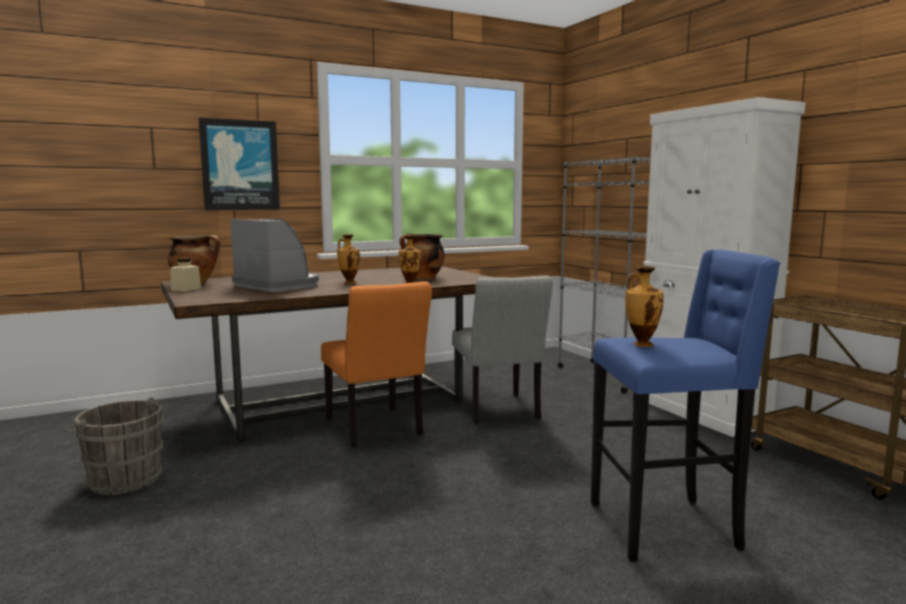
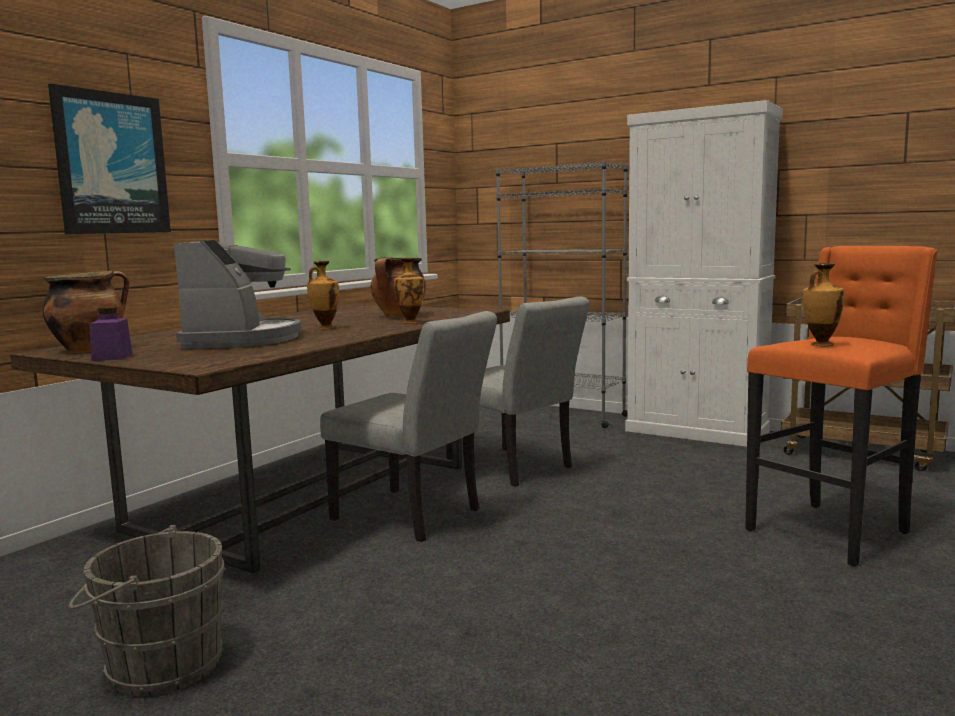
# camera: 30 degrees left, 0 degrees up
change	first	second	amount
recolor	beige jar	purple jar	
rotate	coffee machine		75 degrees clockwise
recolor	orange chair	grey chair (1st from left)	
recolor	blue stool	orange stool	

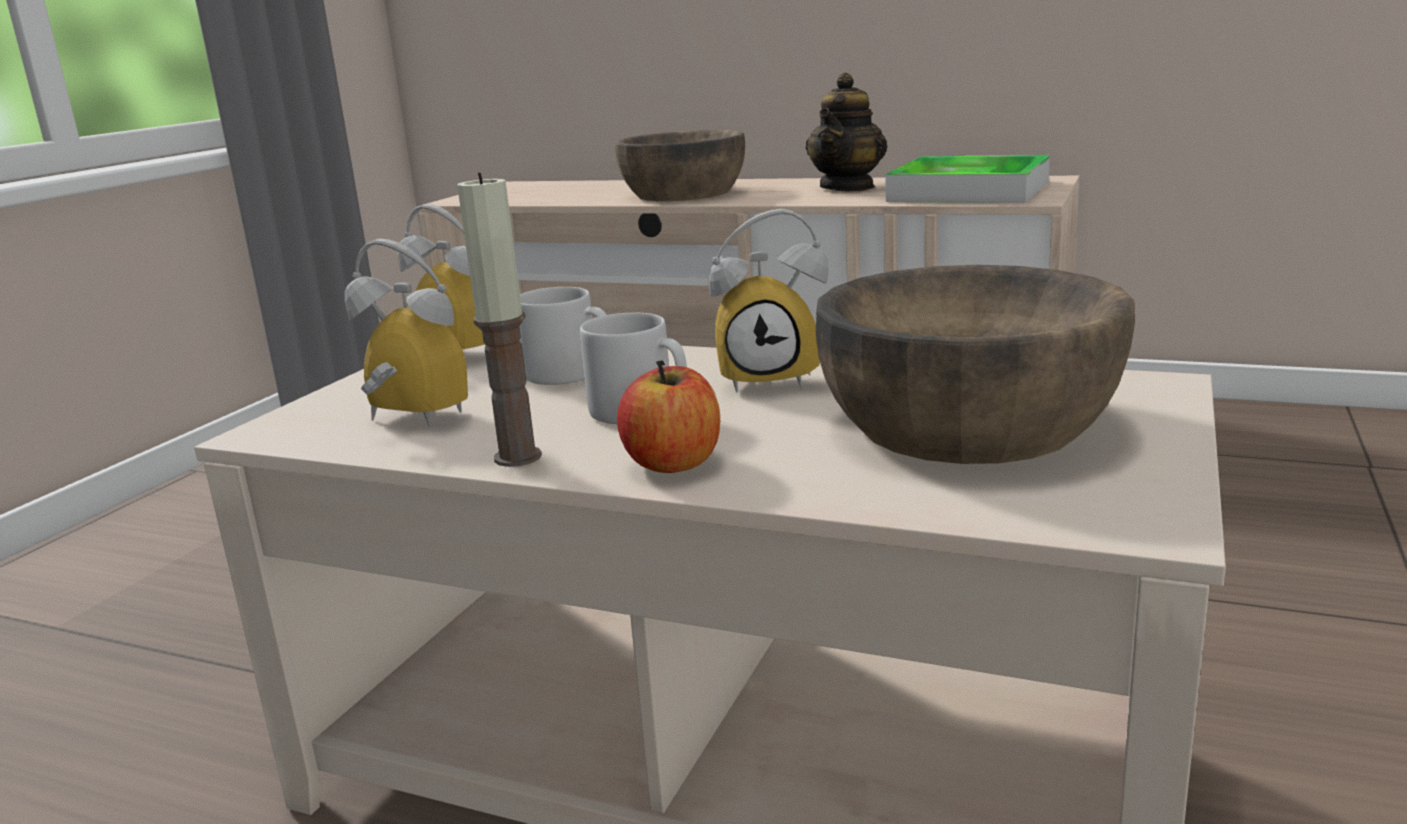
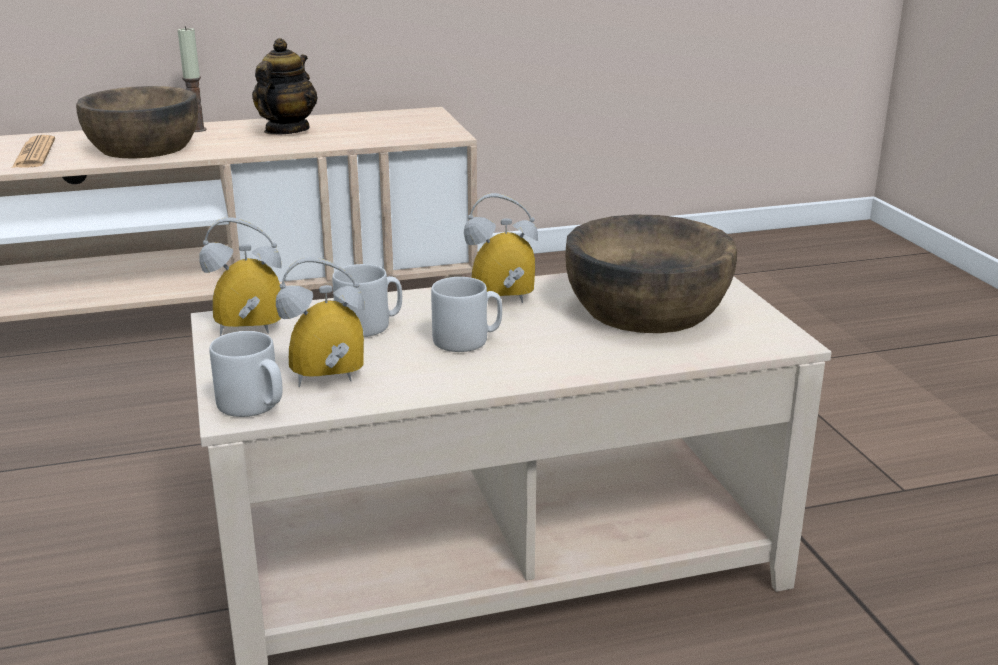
# camera: 40 degrees left, 5 degrees up
change	first	second	amount
move	candle		
delete	apple		
rotate	alarm clock (3rd from left)		150 degrees counterclockwise
rotate	teapot		150 degrees counterclockwise
delete	tray		
insert		newspaper	
insert		grey mug (1st from left)	

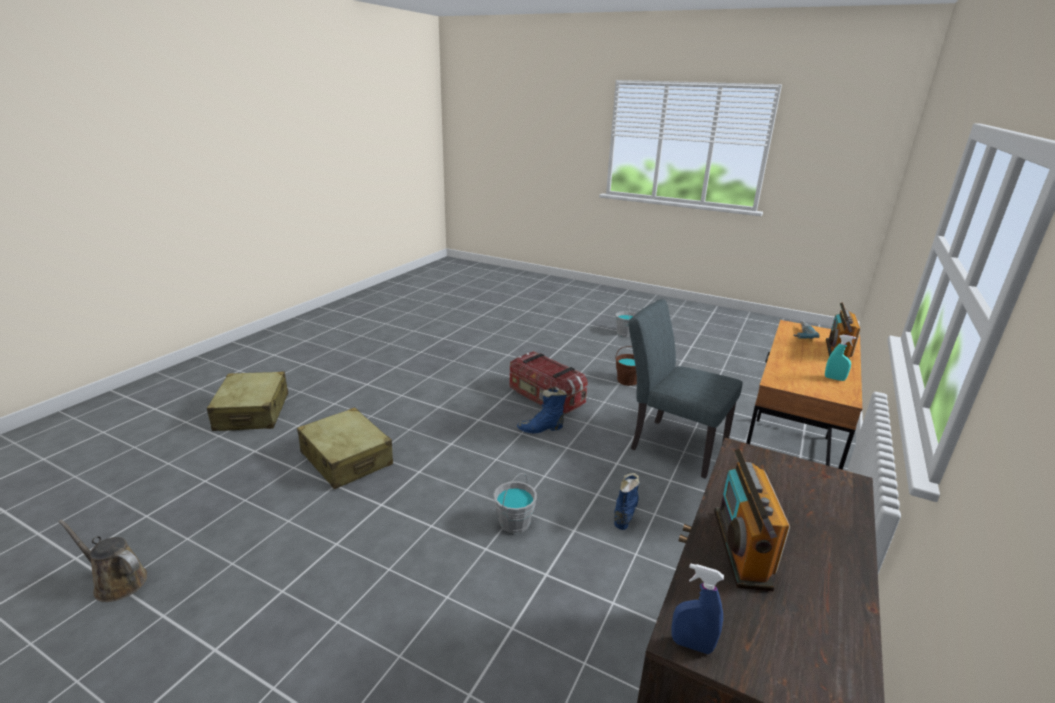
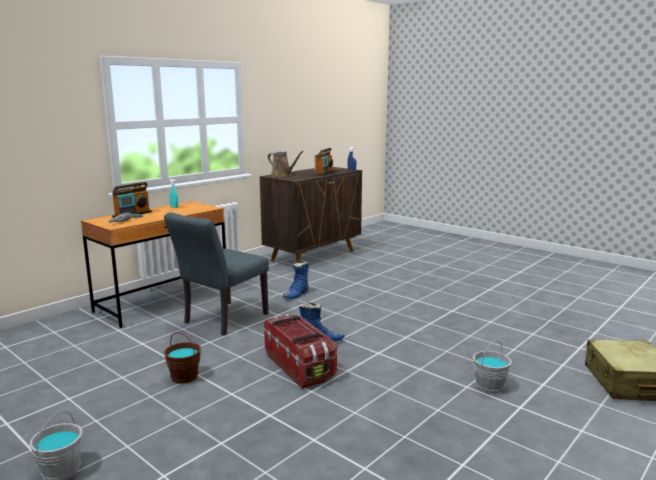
# camera: 165 degrees left, 10 degrees down
change	first	second	amount
move	brown watering can		
delete	beige suitcase (2nd from left)		
move	grey bucket (1st from left in the first image)	grey bucket (2nd from left)	
rotate	grey chair		75 degrees clockwise

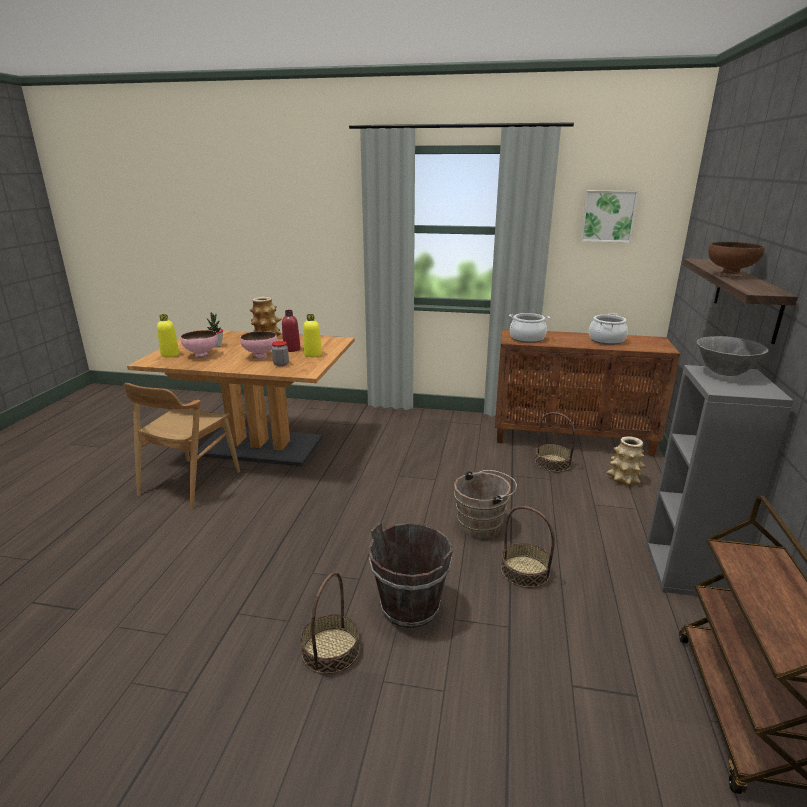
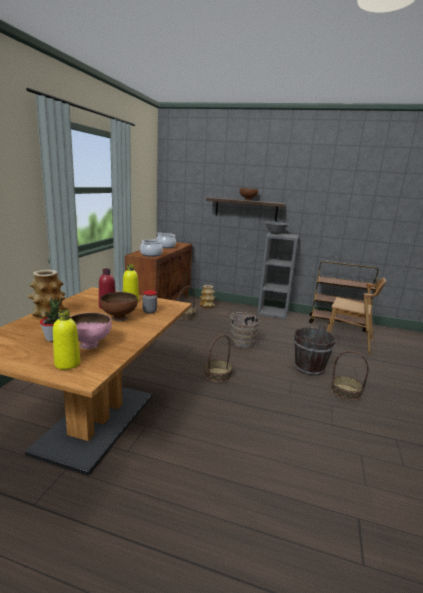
# camera: 85 degrees left, 5 degrees down
change	first	second	amount
move	brown chair		
recolor	pink bowl (2nd from left)	brown bowl (1st from left)	
move	basket (2nd from left)		
delete	picture		

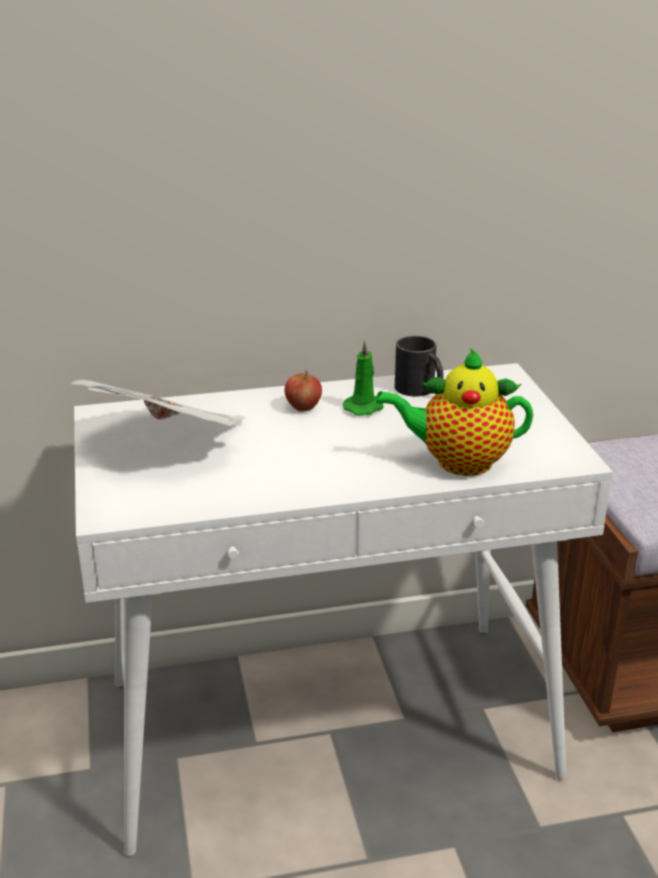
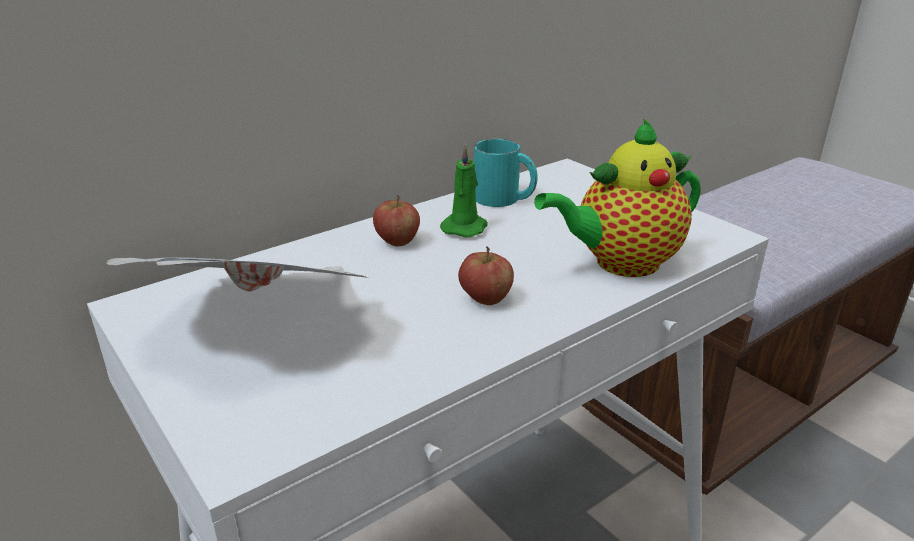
# camera: 25 degrees left, 0 degrees up
change	first	second	amount
recolor	black mug	turquoise mug	
insert		apple (2nd from left)	

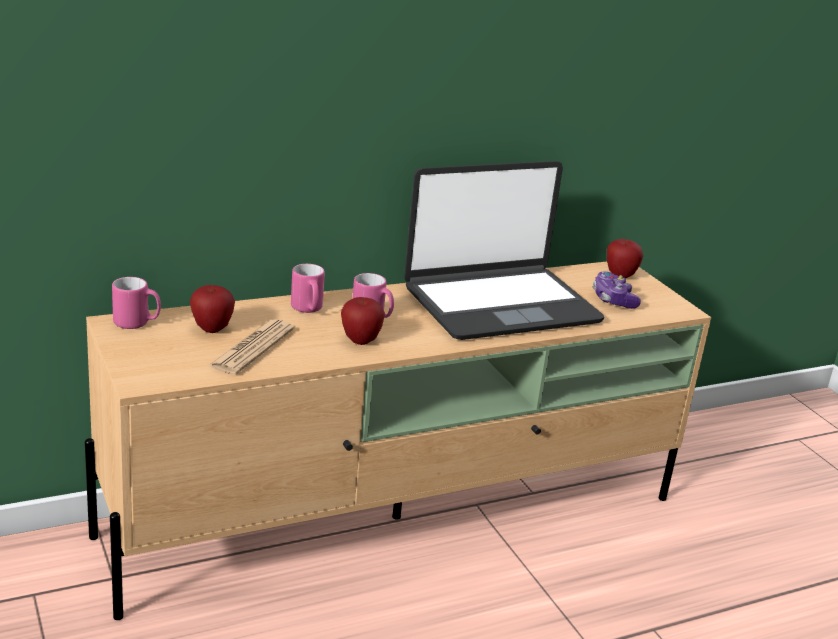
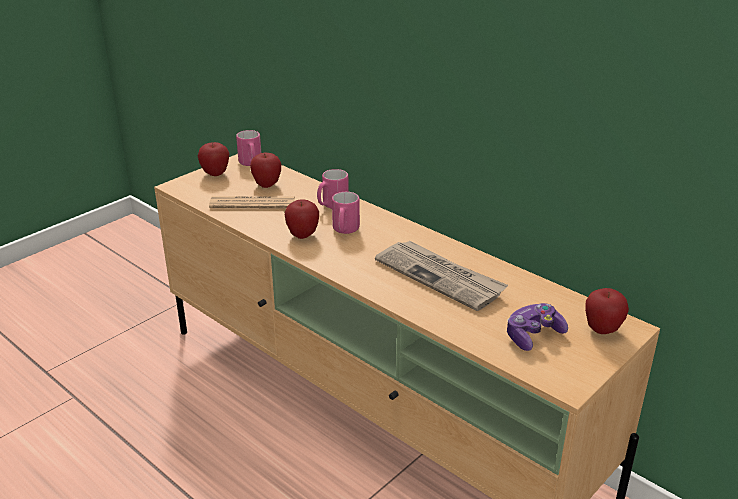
# camera: 70 degrees right, 5 degrees up
change	first	second	amount
replace	laptop	newspaper (2nd from left)	
insert		apple (1st from left)	

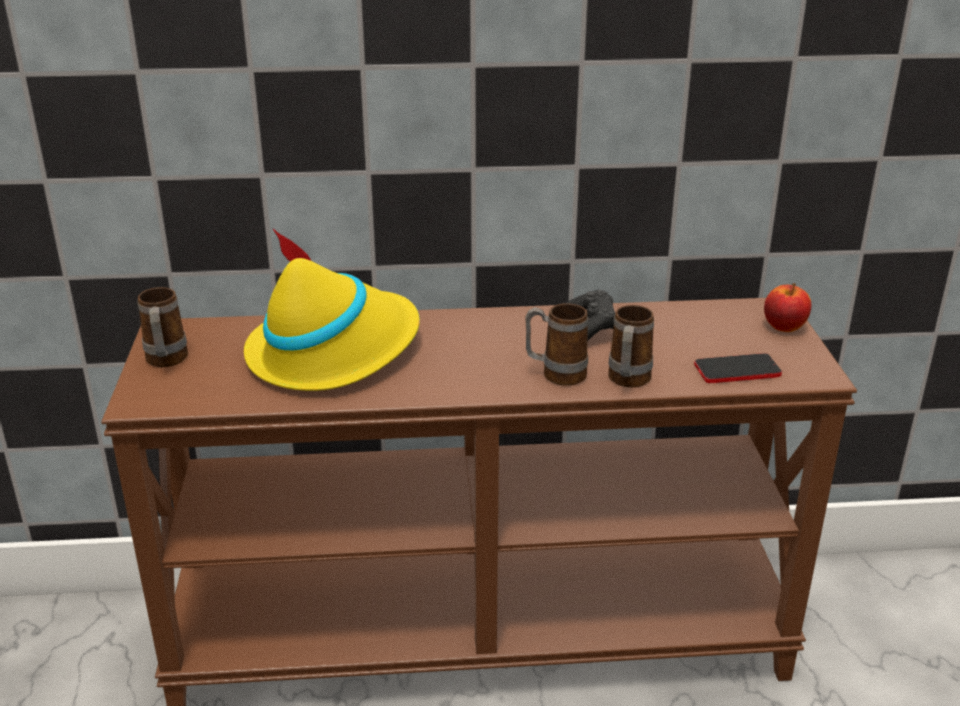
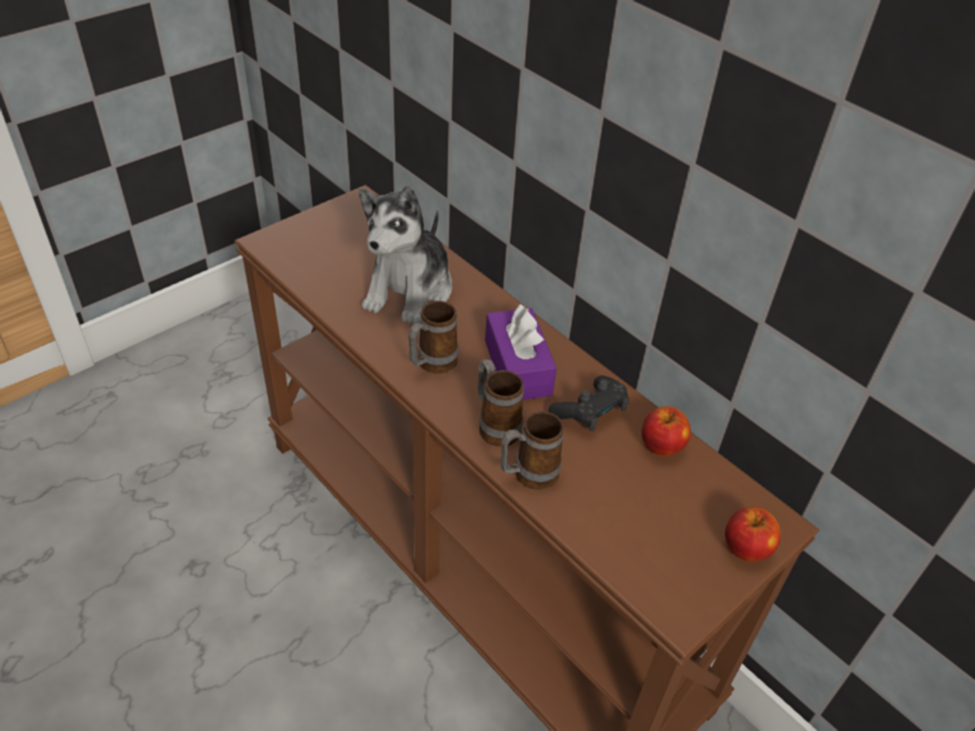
# camera: 50 degrees right, 15 degrees up
change	first	second	amount
move	mug (1st from left)		
replace	yellow hat	plush toy	
delete	phone		
insert		purple tissue box	
insert		apple (1st from left)	

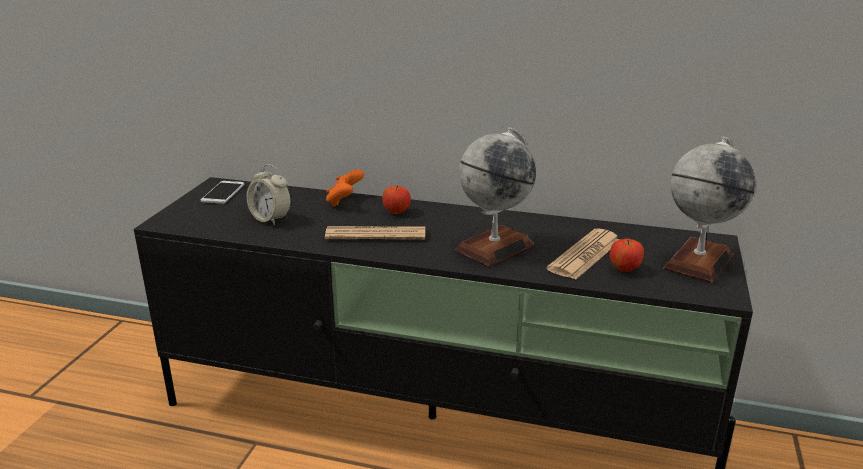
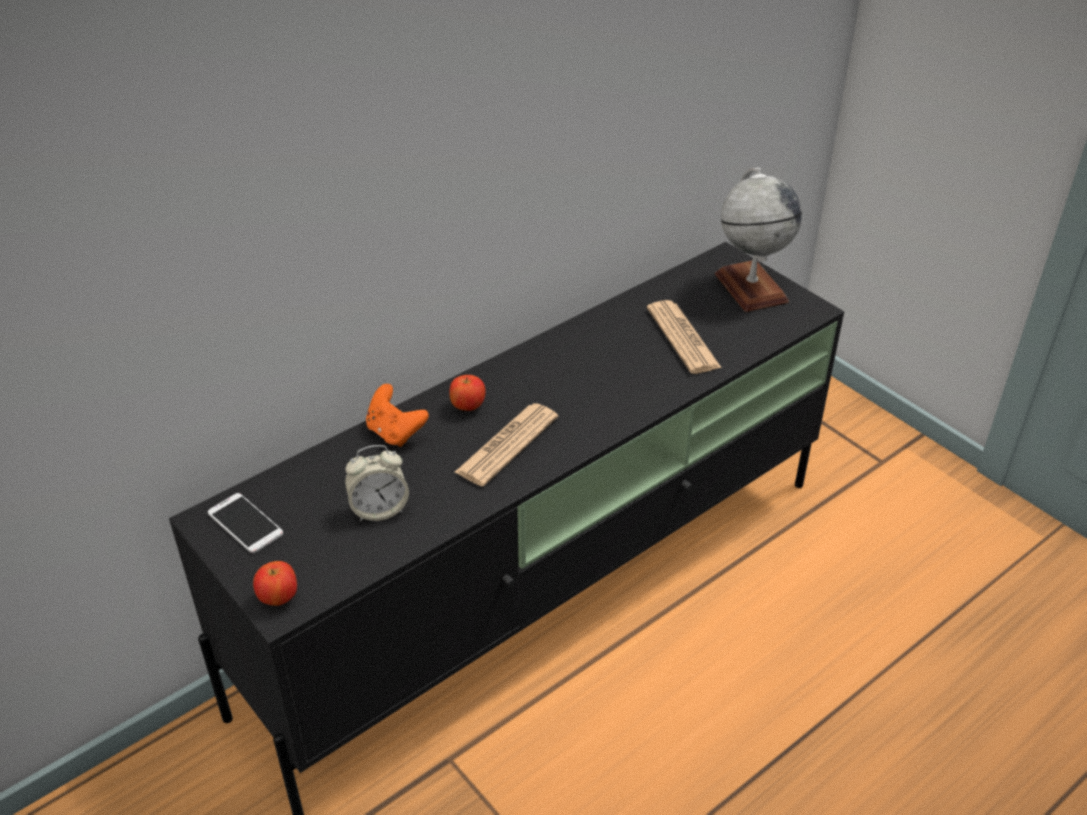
# camera: 55 degrees left, 15 degrees up
change	first	second	amount
delete	globe (1st from left)		
move	apple (2nd from left in the first image)	apple (1st from left)	

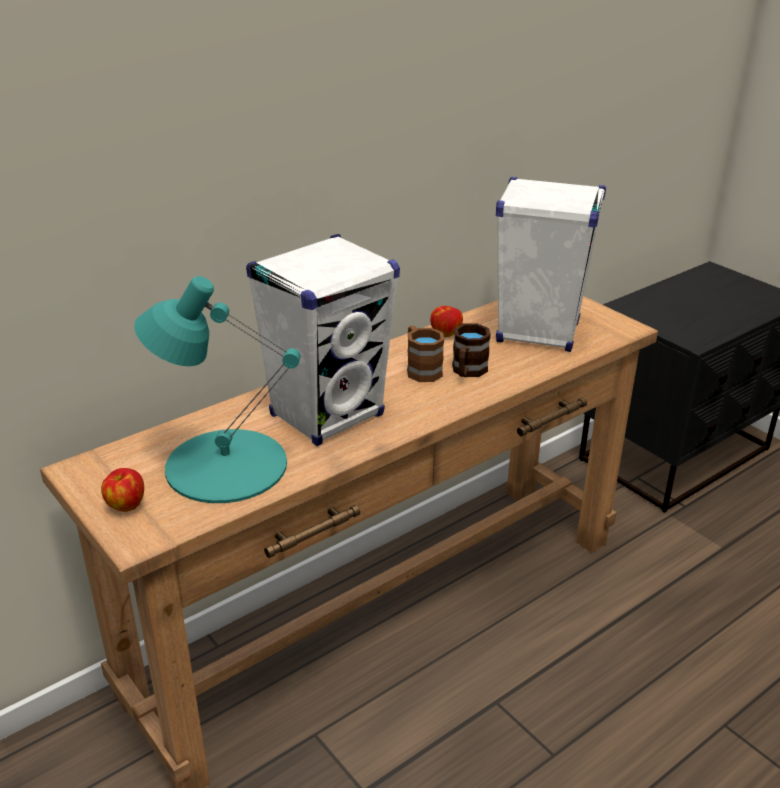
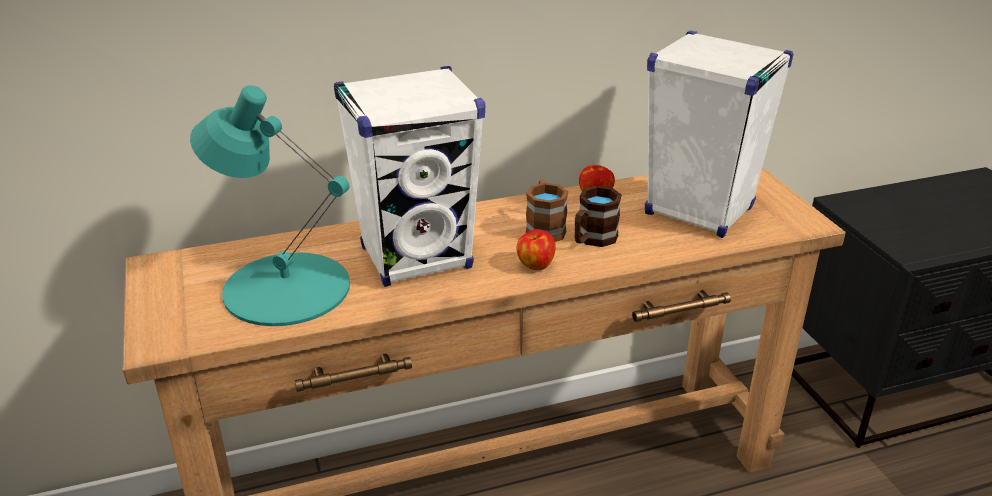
# camera: 20 degrees right, 0 degrees up
change	first	second	amount
move	apple (1st from left)		

